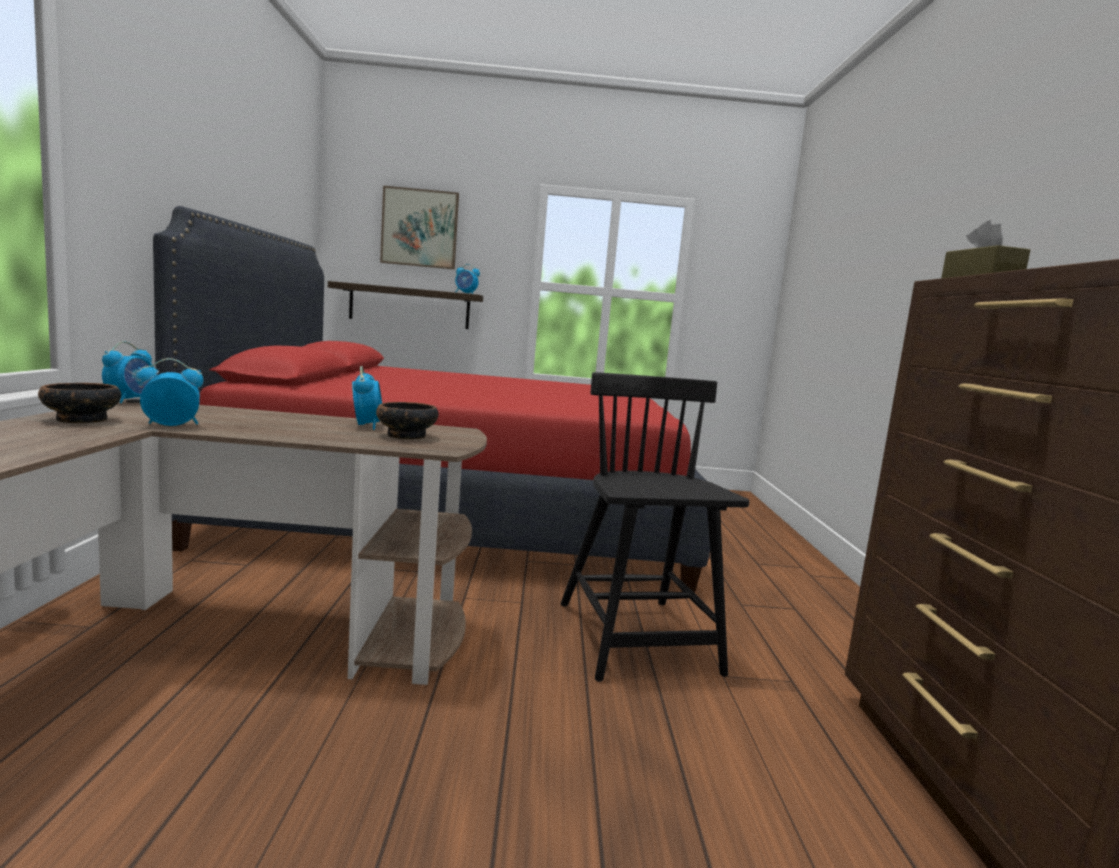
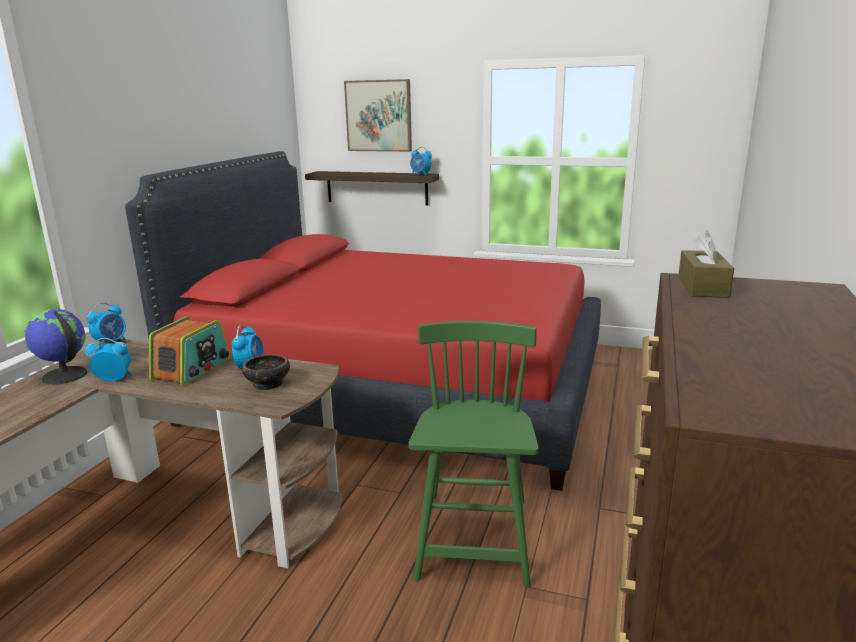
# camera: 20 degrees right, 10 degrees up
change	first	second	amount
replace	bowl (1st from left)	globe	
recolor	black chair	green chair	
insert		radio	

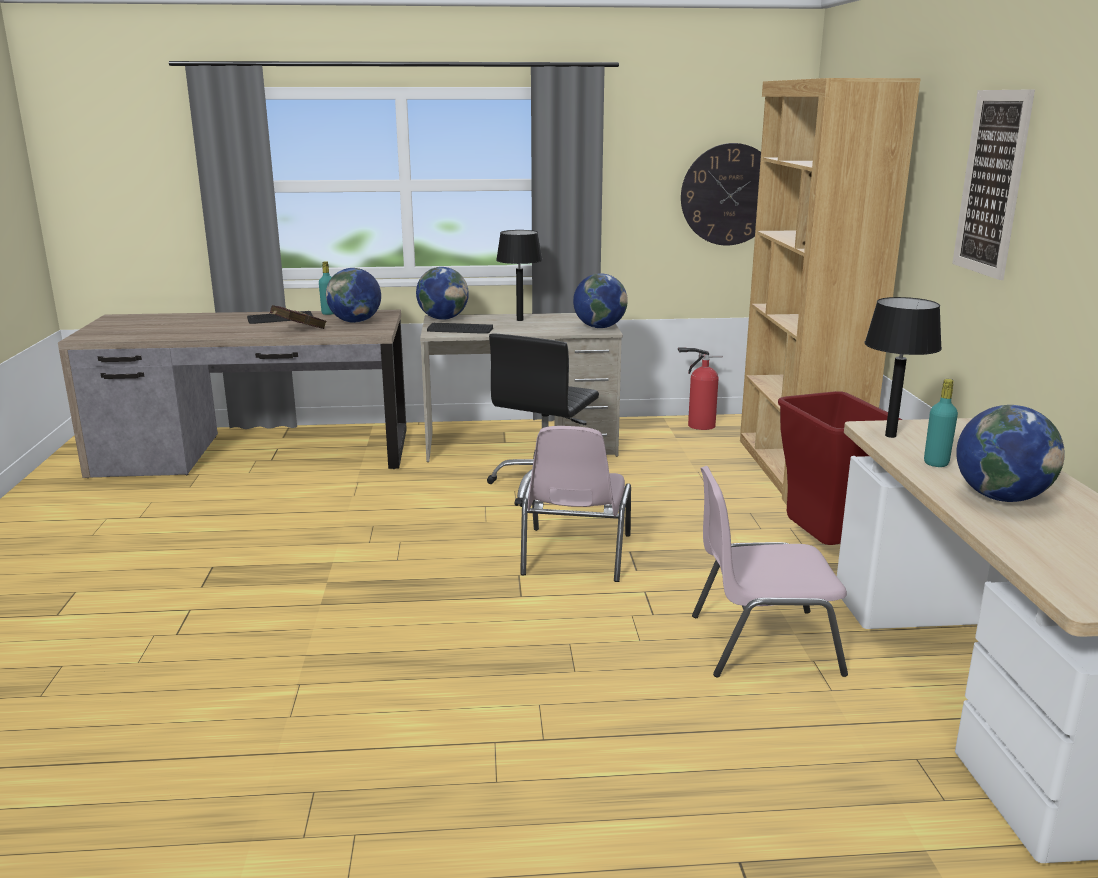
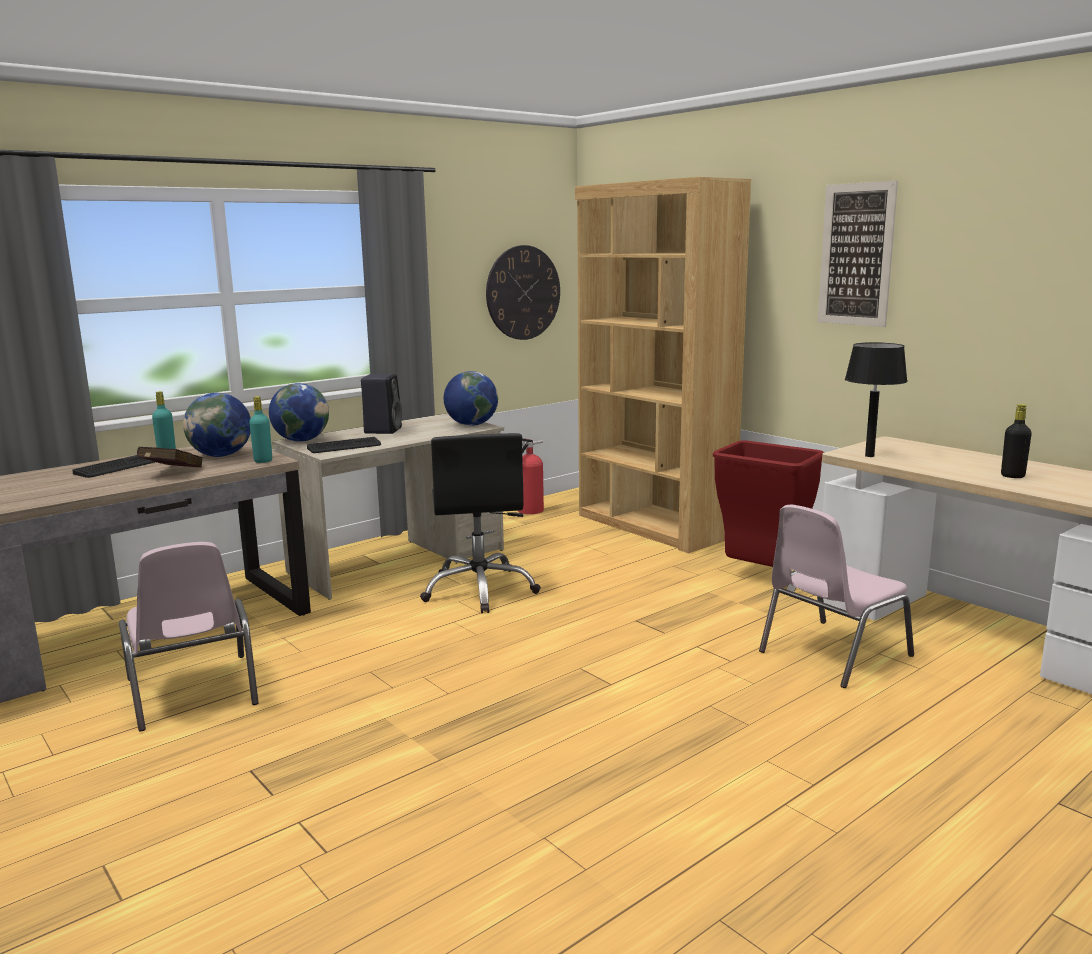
# camera: 35 degrees left, 5 degrees down
change	first	second	amount
replace	black table lamp (1st from left)	black speaker	
move	pink chair (1st from left)		
move	turquoise bottle (2nd from left)		
replace	globe (4th from left)	black bottle	

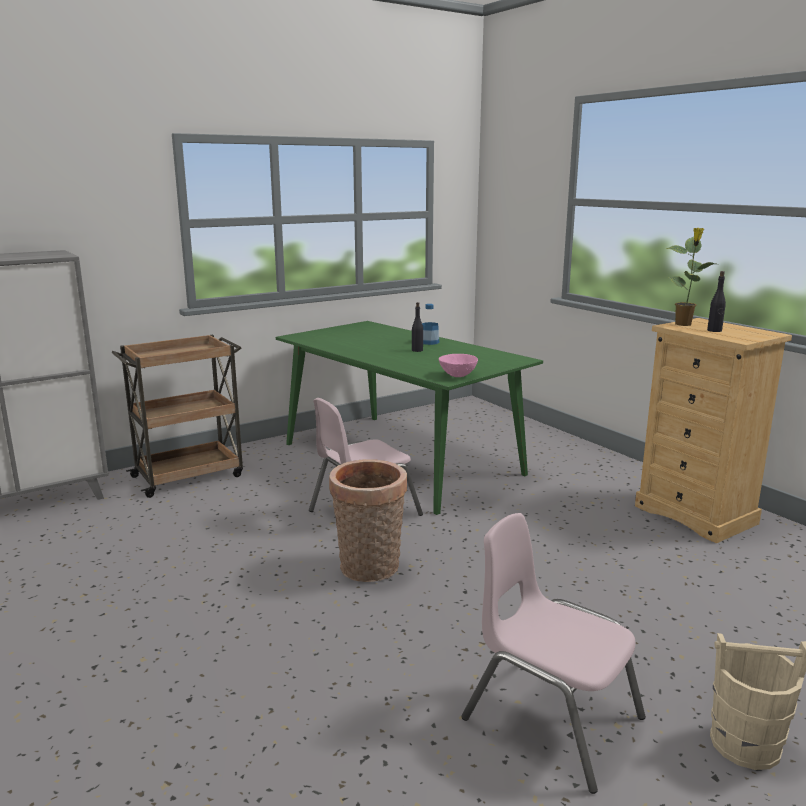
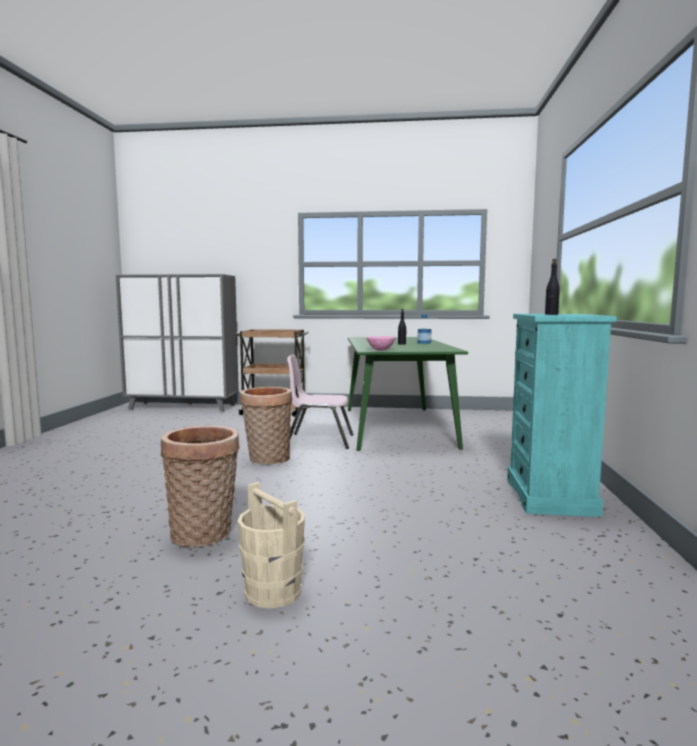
# camera: 40 degrees right, 10 degrees down
change	first	second	amount
replace	pink chair (2nd from left)	basket (1st from left)	
recolor	beige dresser	turquoise dresser	
delete	potted plant		

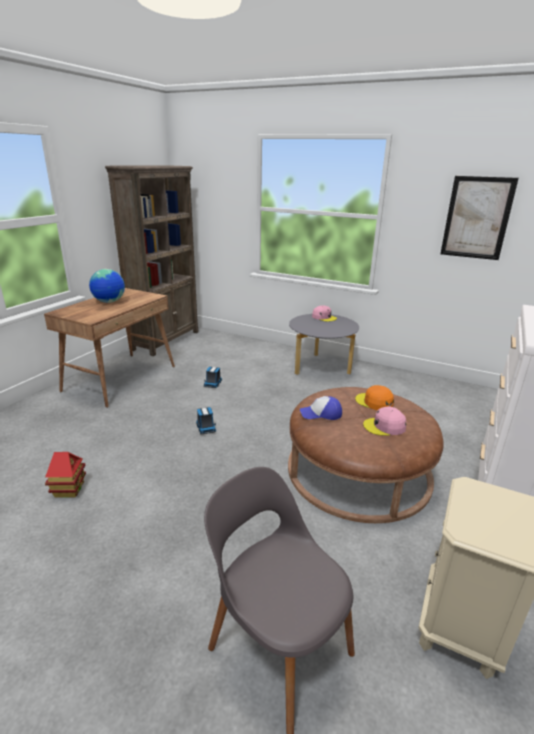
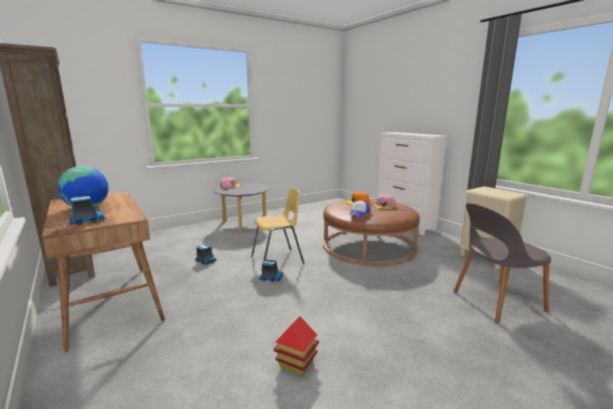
# camera: 60 degrees left, 10 degrees down
change	first	second	amount
delete	picture		
insert		toy truck (1st from left)	
insert		yellow chair	

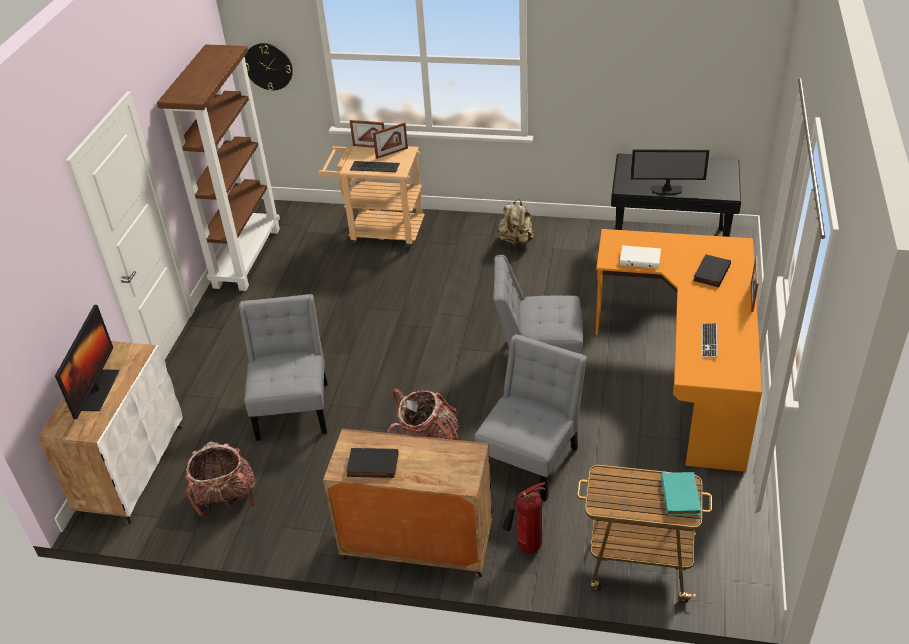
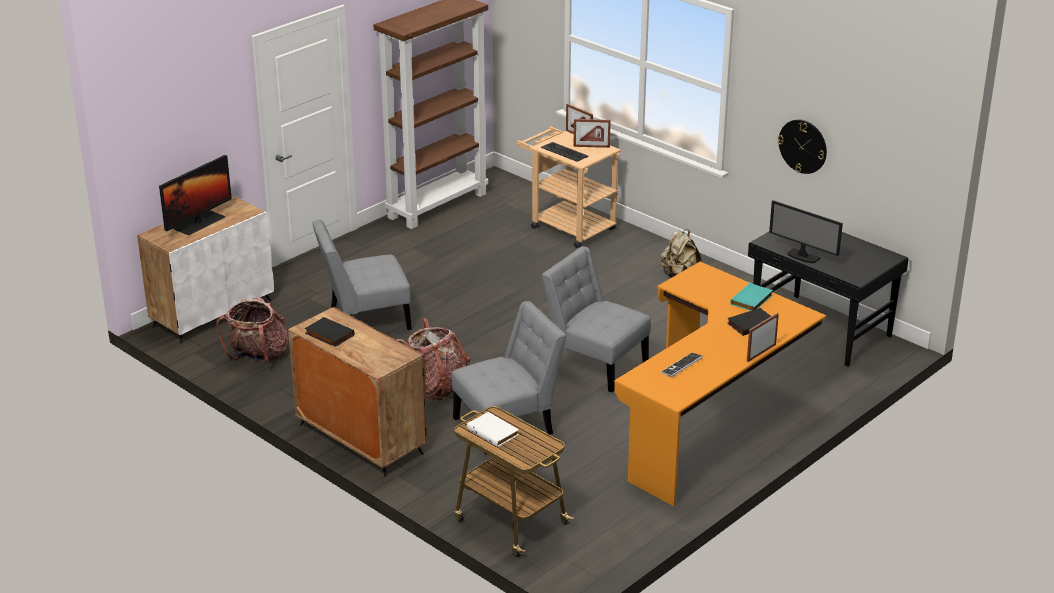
# camera: 30 degrees right, 10 degrees down
change	first	second	amount
rotate	grey chair (1st from left)		135 degrees counterclockwise
move	wall clock		
delete	fire extinguisher		
move	white book		
move	turquoise book		

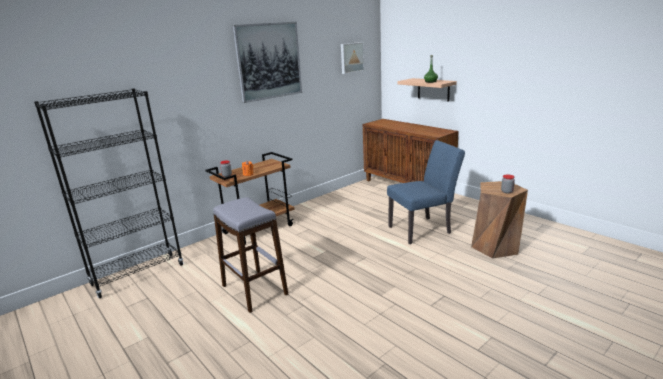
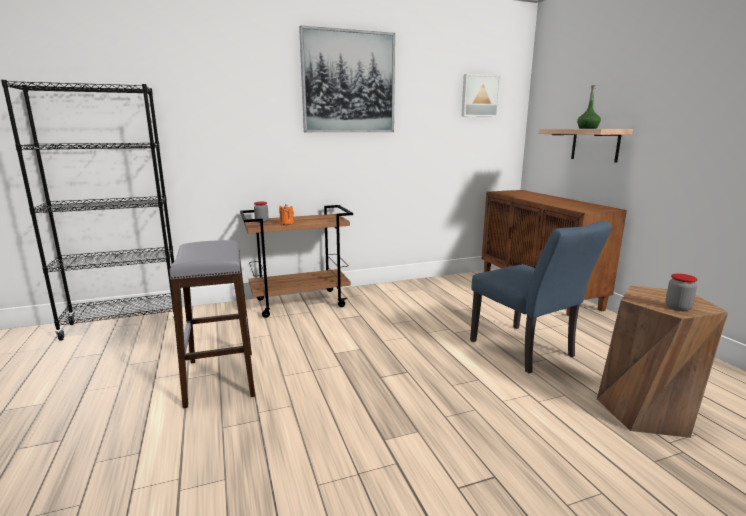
# camera: 20 degrees right, 5 degrees down
change	first	second	amount
rotate	blue chair		60 degrees clockwise

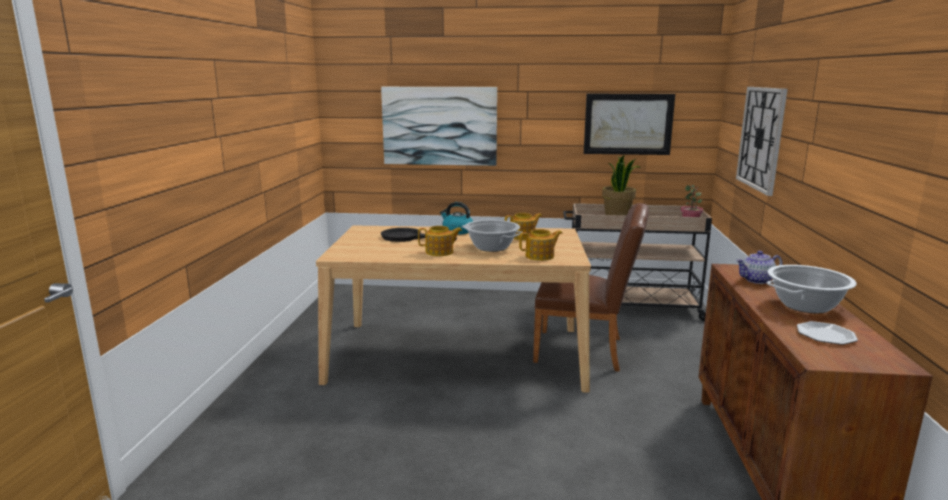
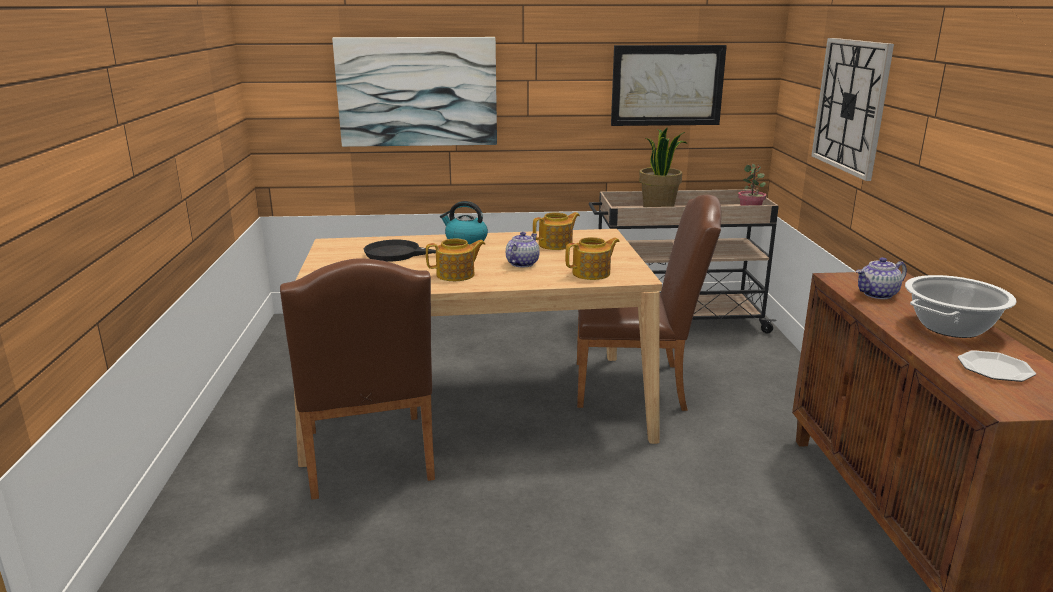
# camera: 10 degrees left, 5 degrees up
change	first	second	amount
replace	cooking pot (1st from left)	teapot (2nd from left)	
insert		brown chair (1st from left)	

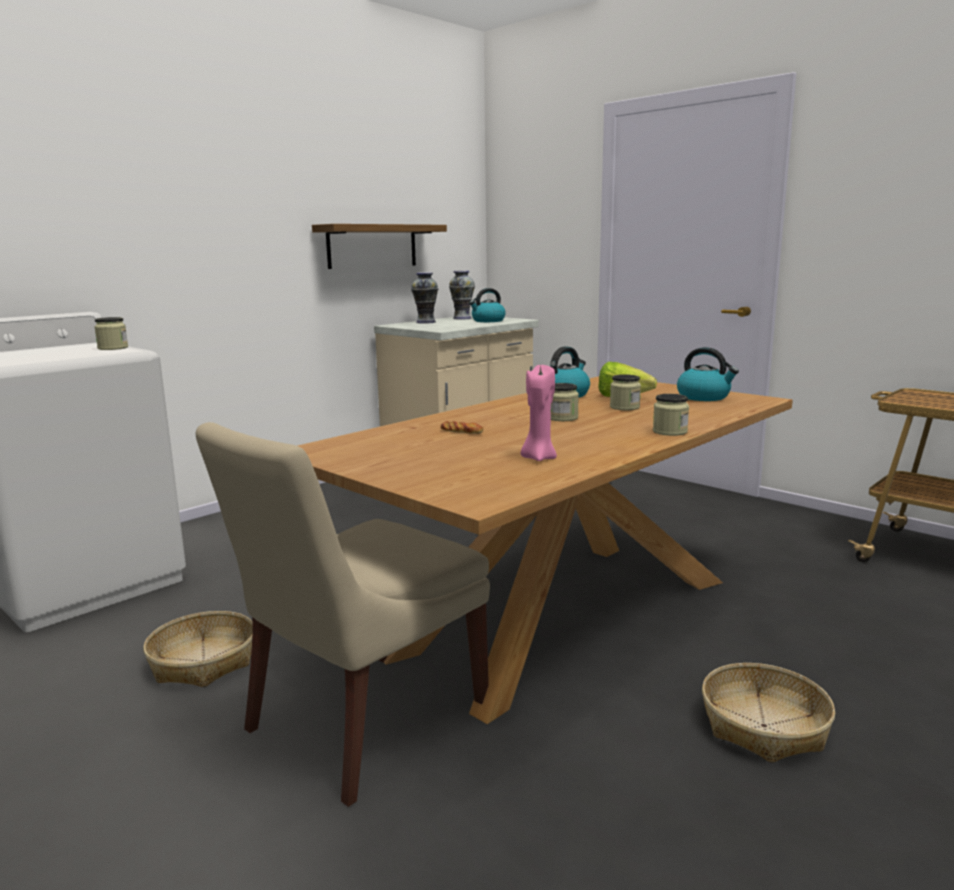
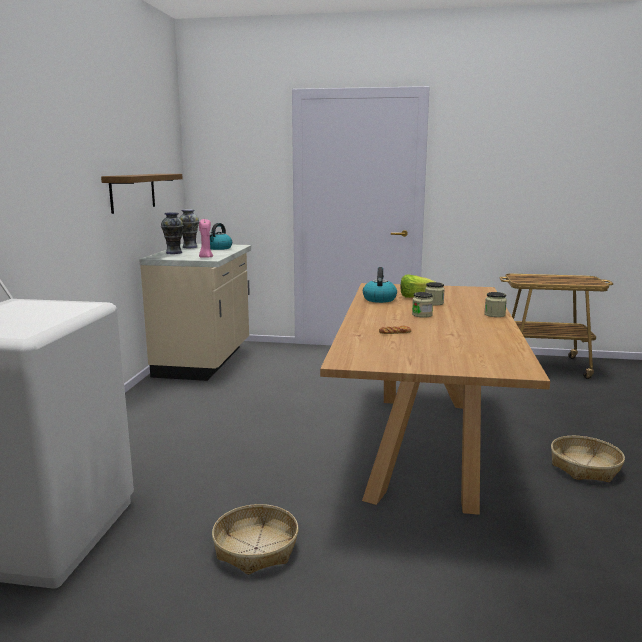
# camera: 35 degrees left, 0 degrees up
change	first	second	amount
delete	jar (1st from left)		
delete	beige chair		
move	pink candle		
delete	kettle (3rd from left)		

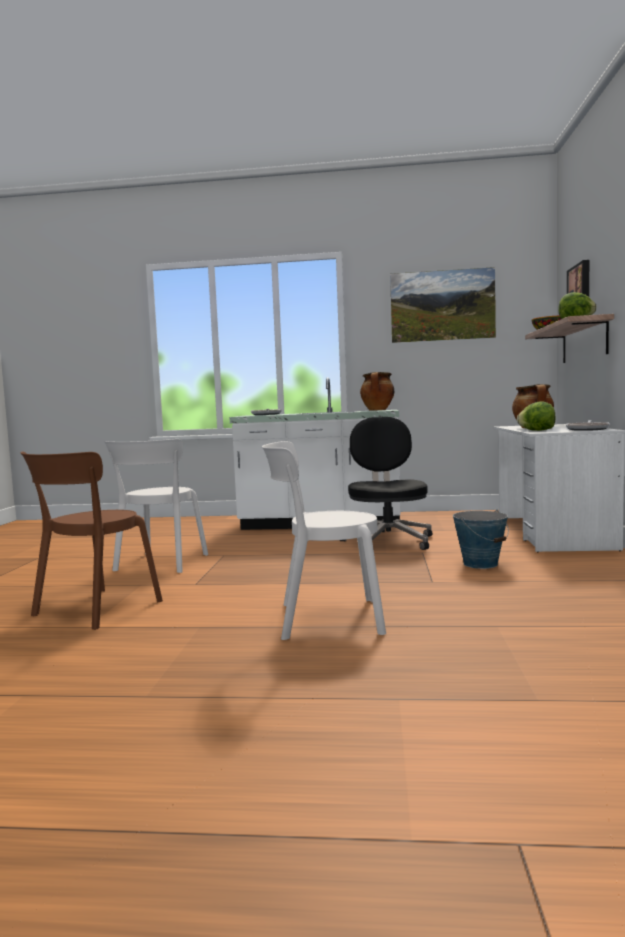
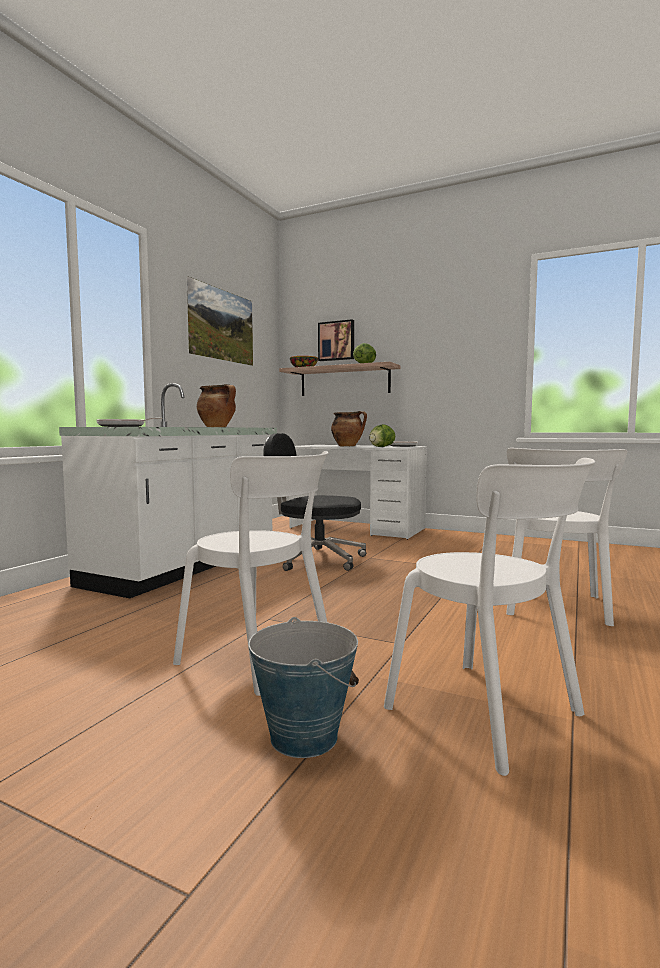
# camera: 70 degrees left, 0 degrees up
change	first	second	amount
recolor	brown chair	white chair (2nd from left)	
move	bucket		

